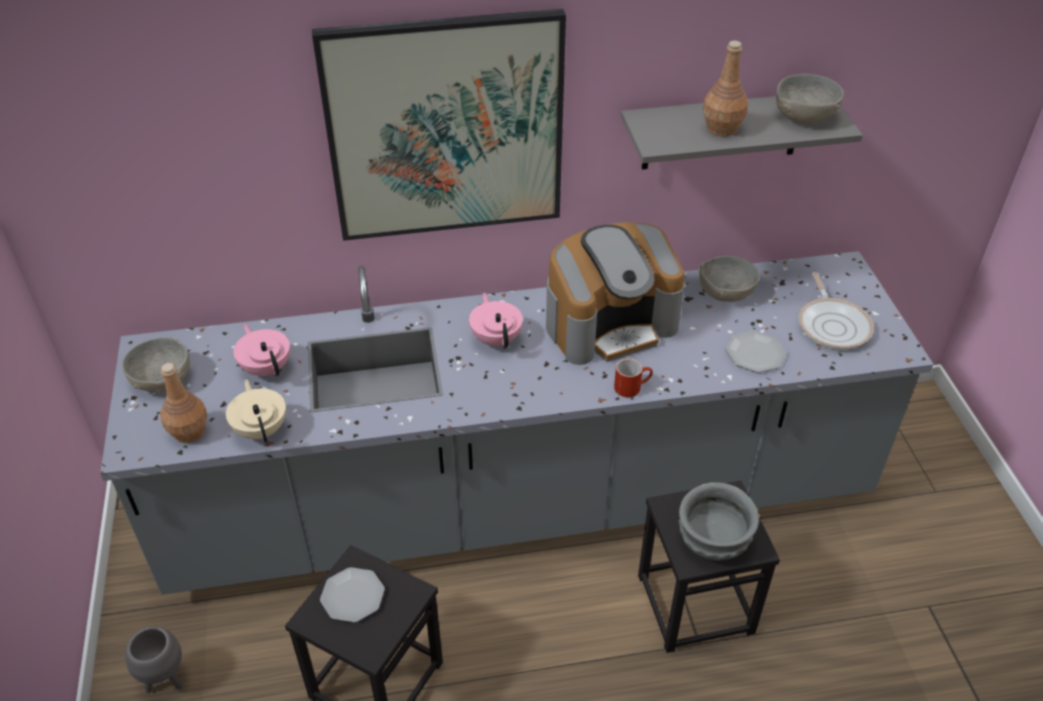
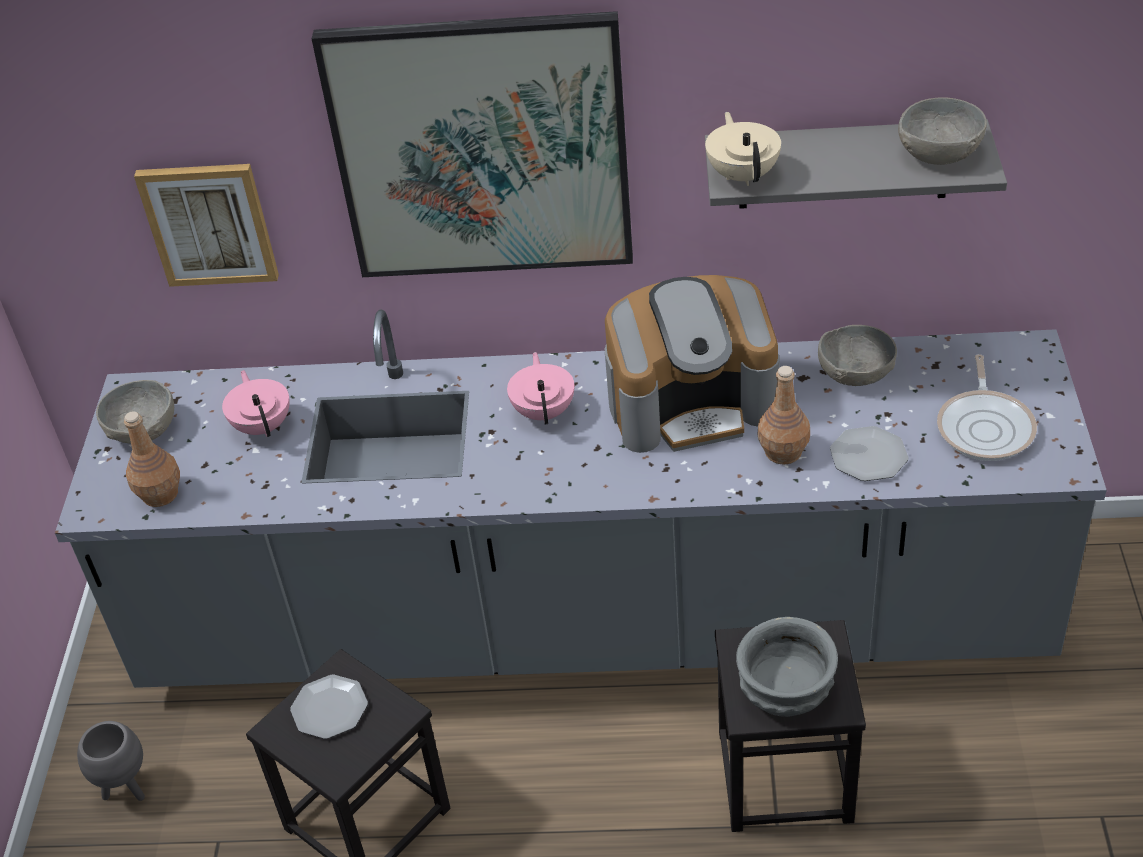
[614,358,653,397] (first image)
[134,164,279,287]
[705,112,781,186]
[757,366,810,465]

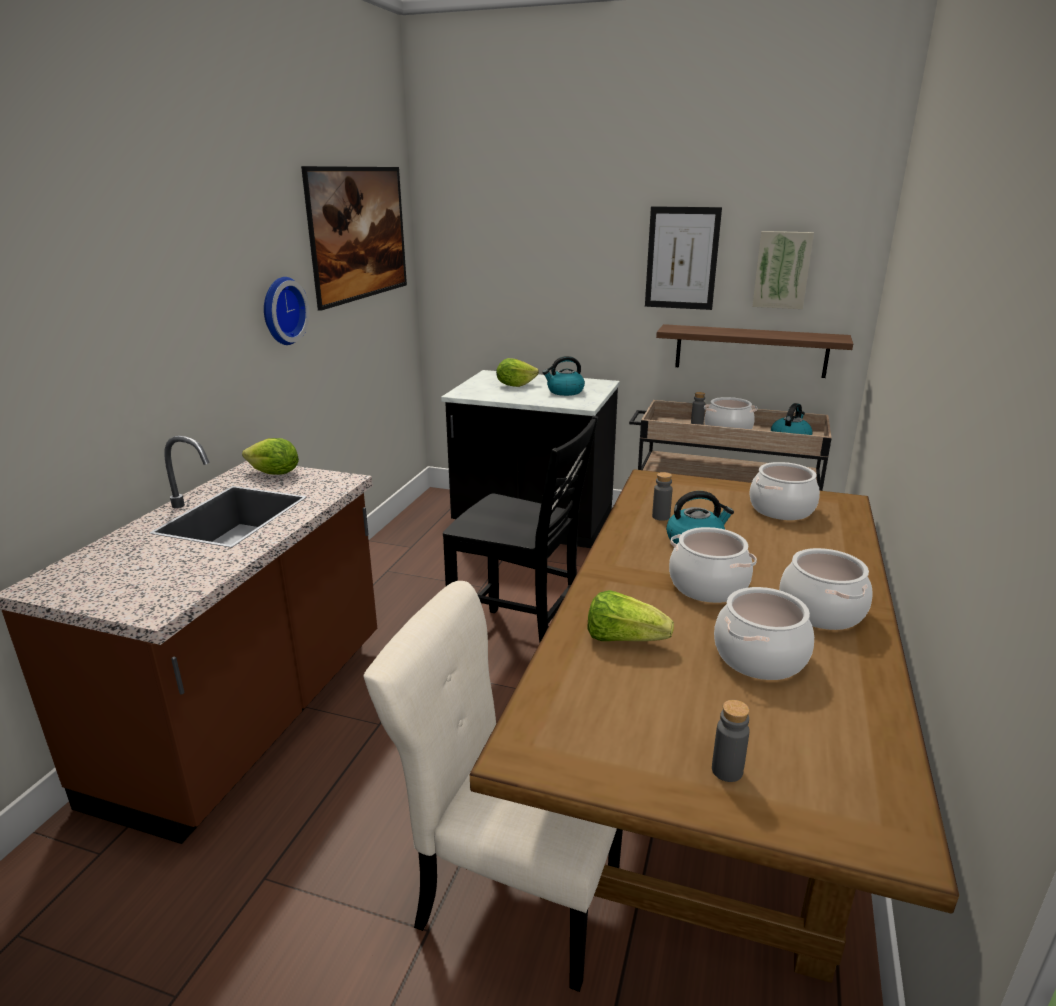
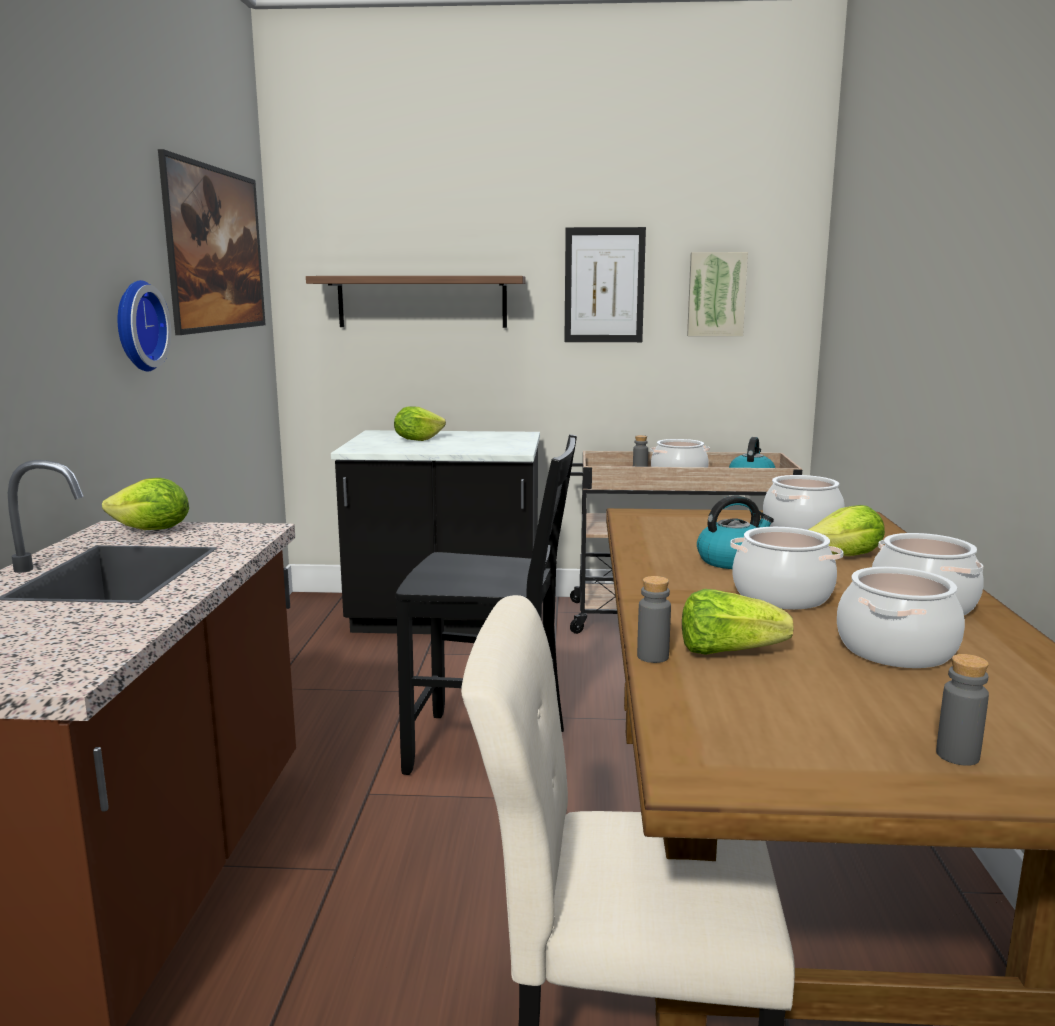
[542,356,585,396] (first image)
[808,505,885,556]
[637,576,671,663]
[306,276,525,328]

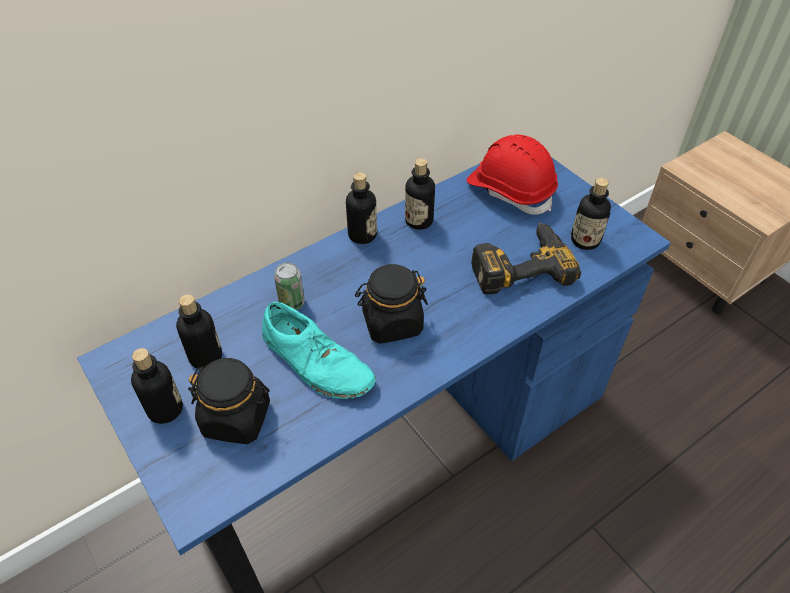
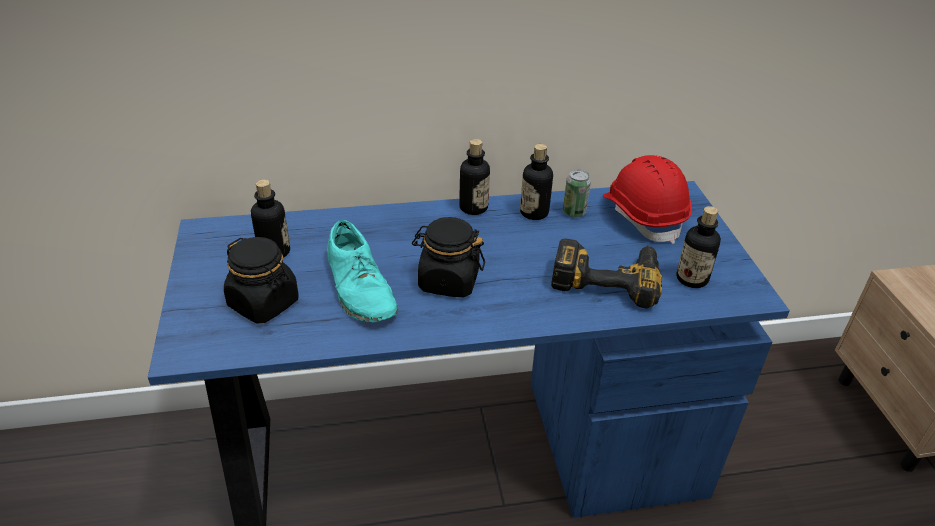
[131,348,183,424] (first image)
[563,170,591,218]

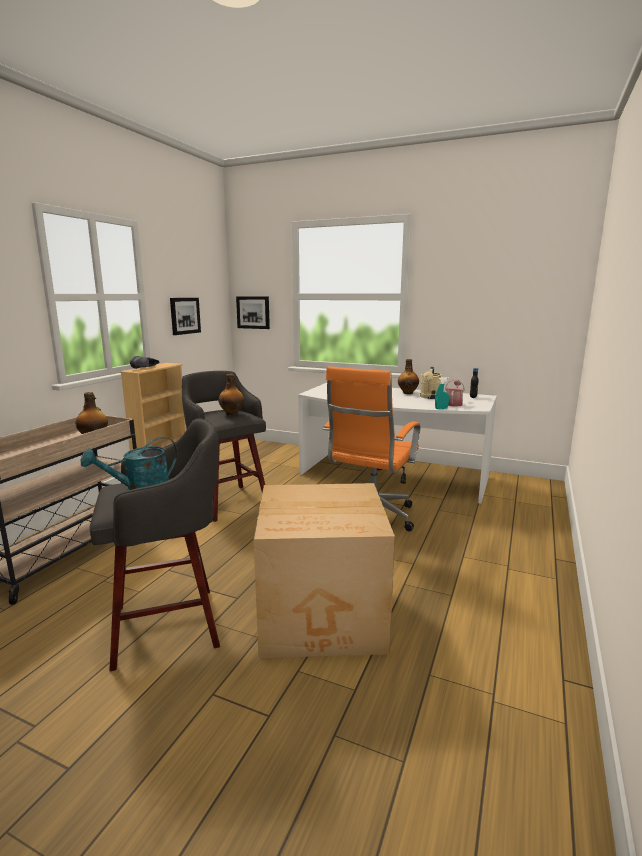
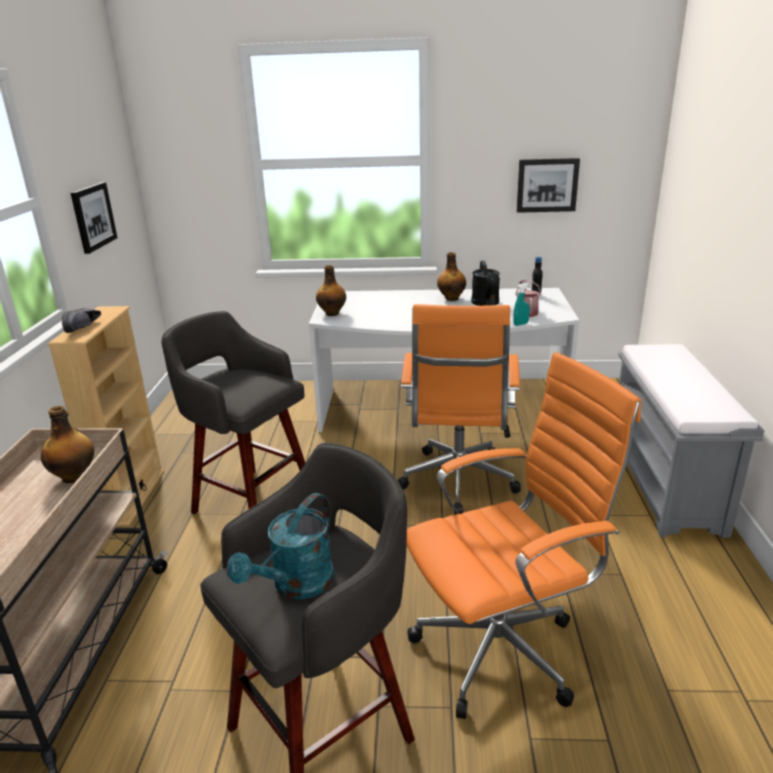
[618,344,764,538]
[316,265,346,316]
[517,158,580,213]
[406,352,641,719]
[471,261,500,306]

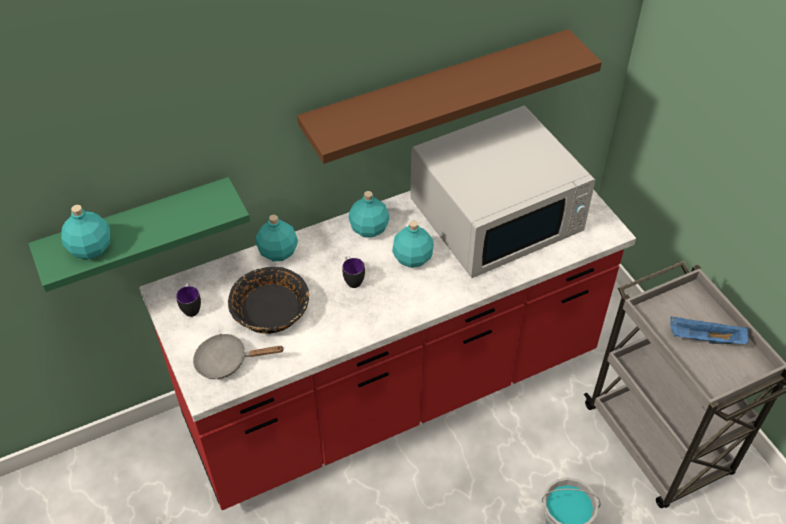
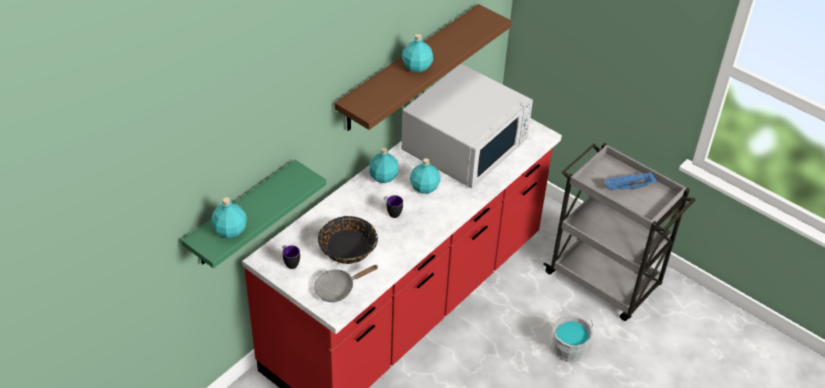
[402,34,433,73]

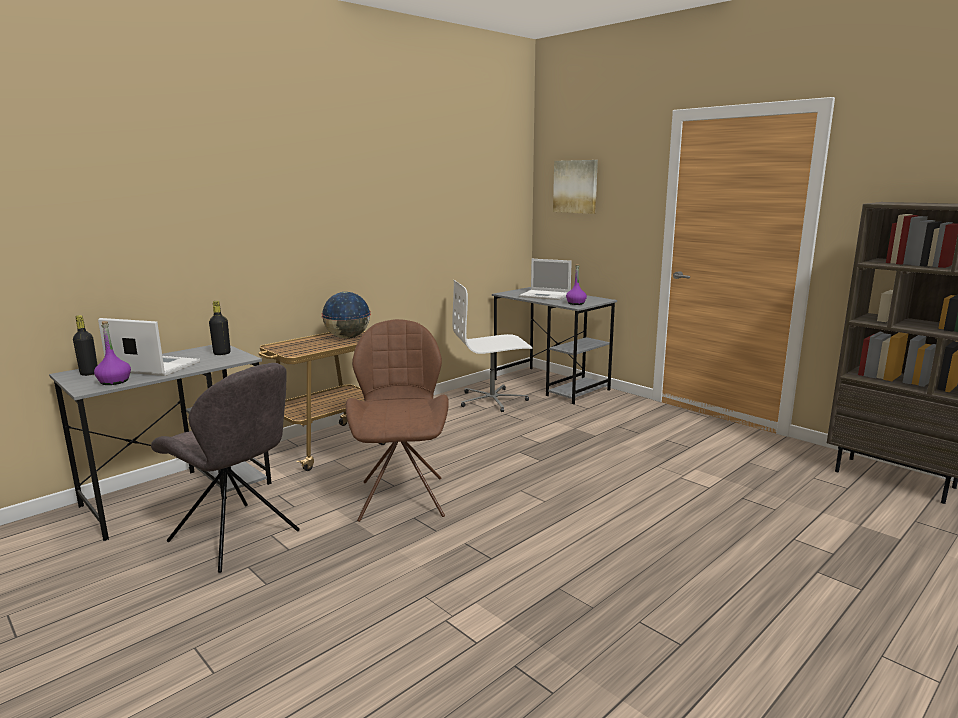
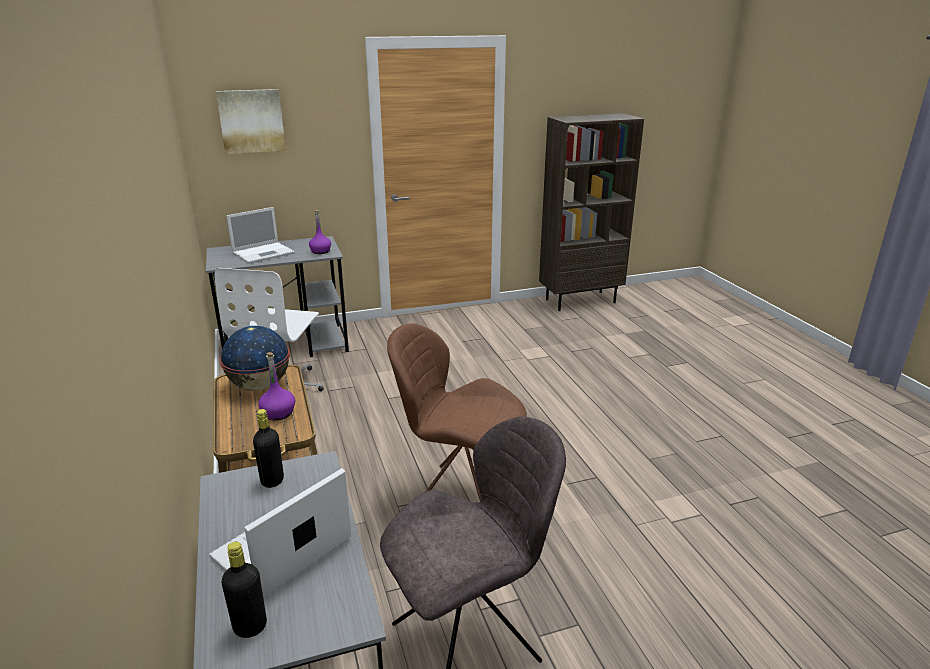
[258,352,295,420]

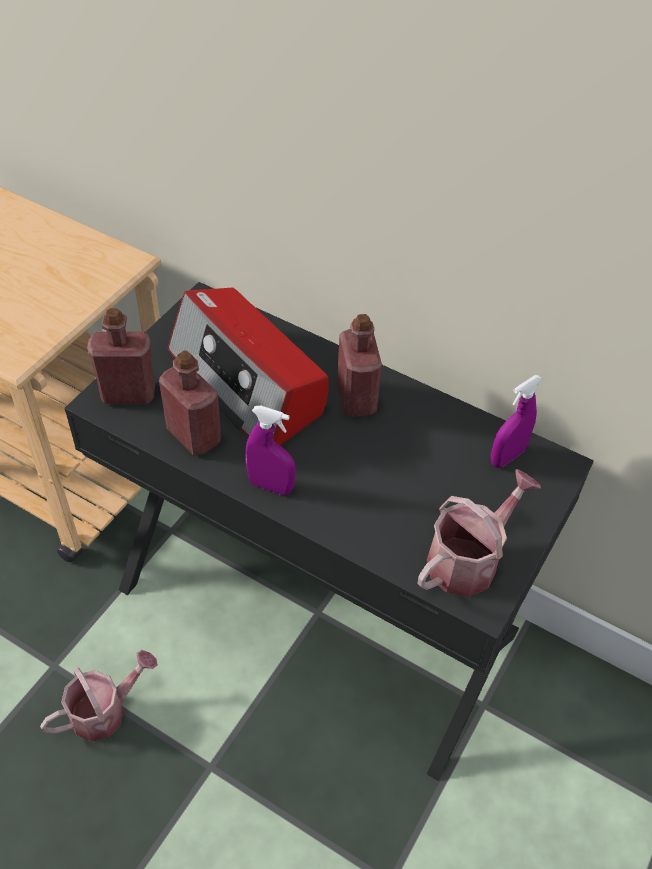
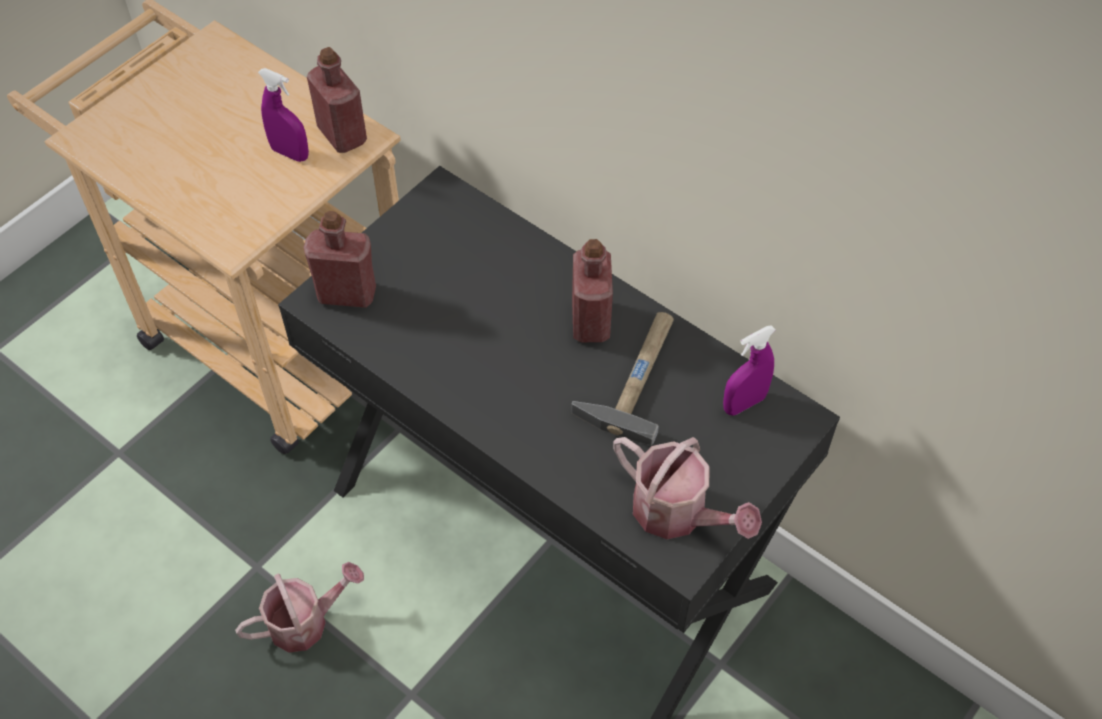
[168,287,328,445] (first image)
[571,312,674,445]
[307,47,367,153]
[258,68,309,162]
[613,437,762,539]

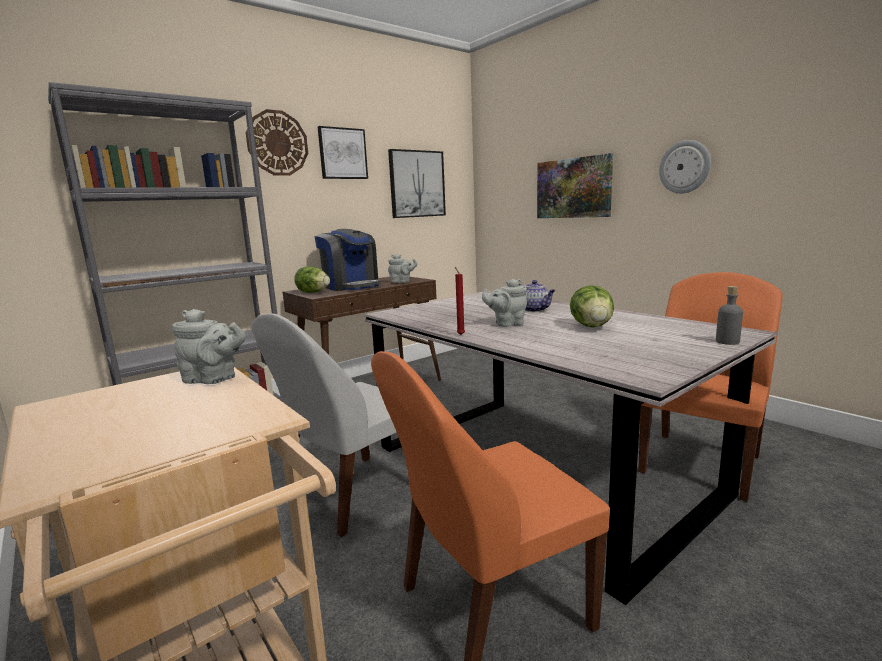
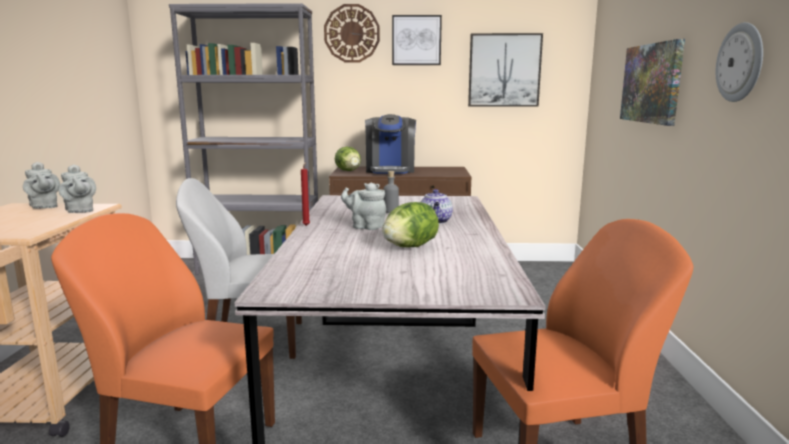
[23,162,60,209]
[383,171,399,213]

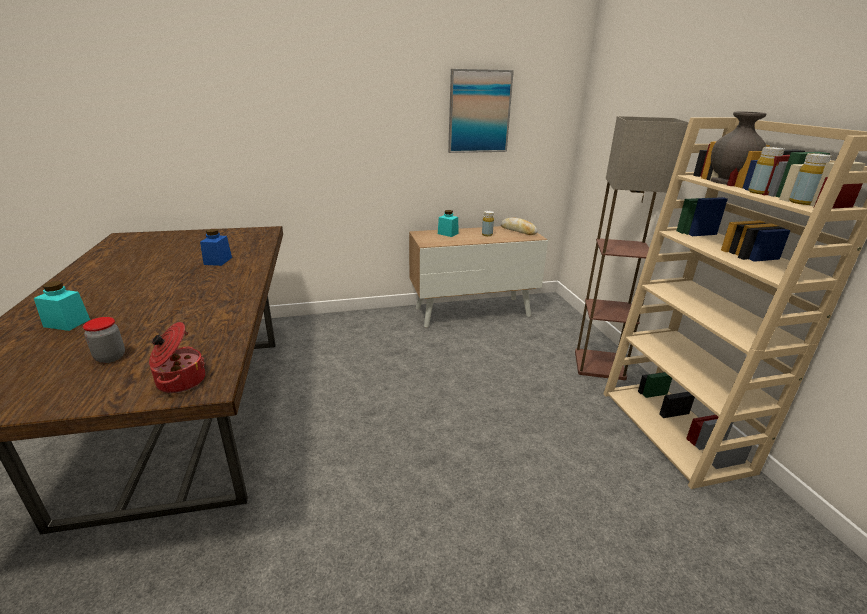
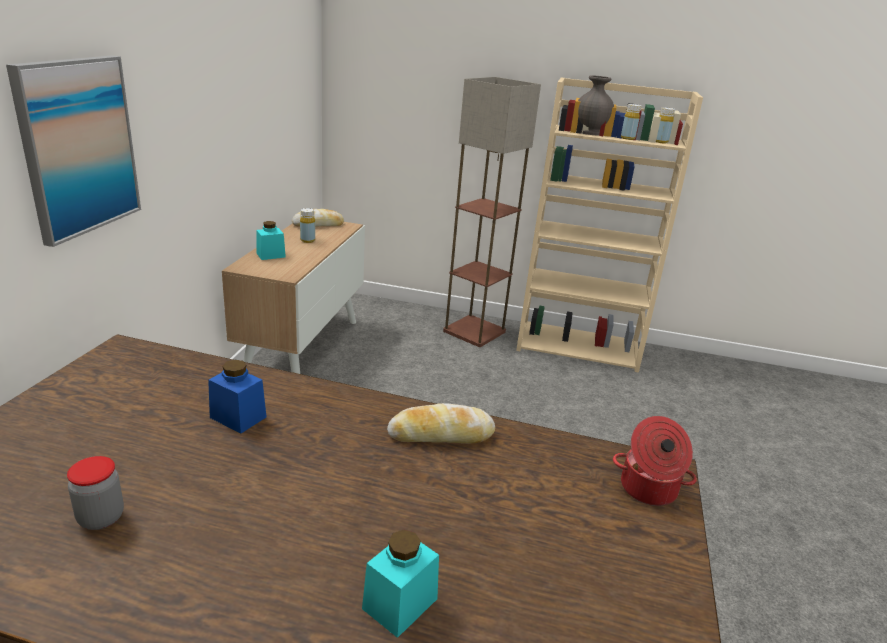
[387,403,495,444]
[67,456,124,530]
[6,55,141,247]

